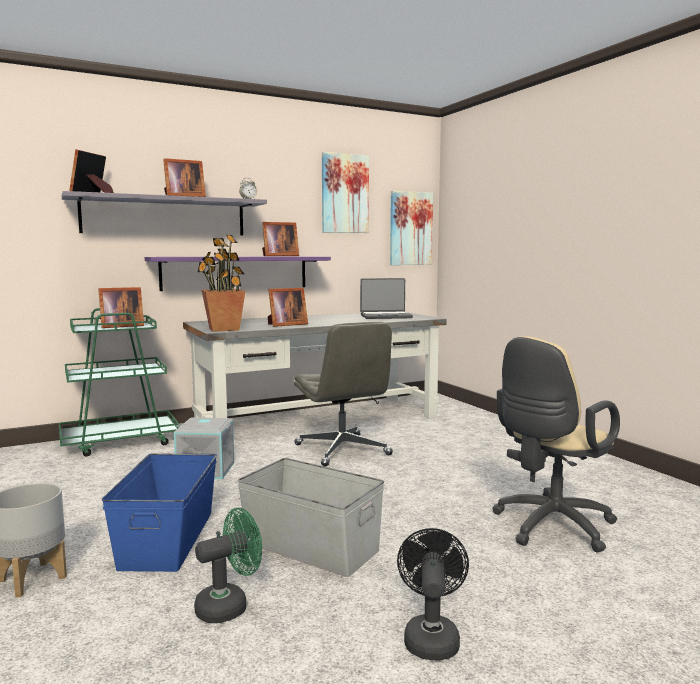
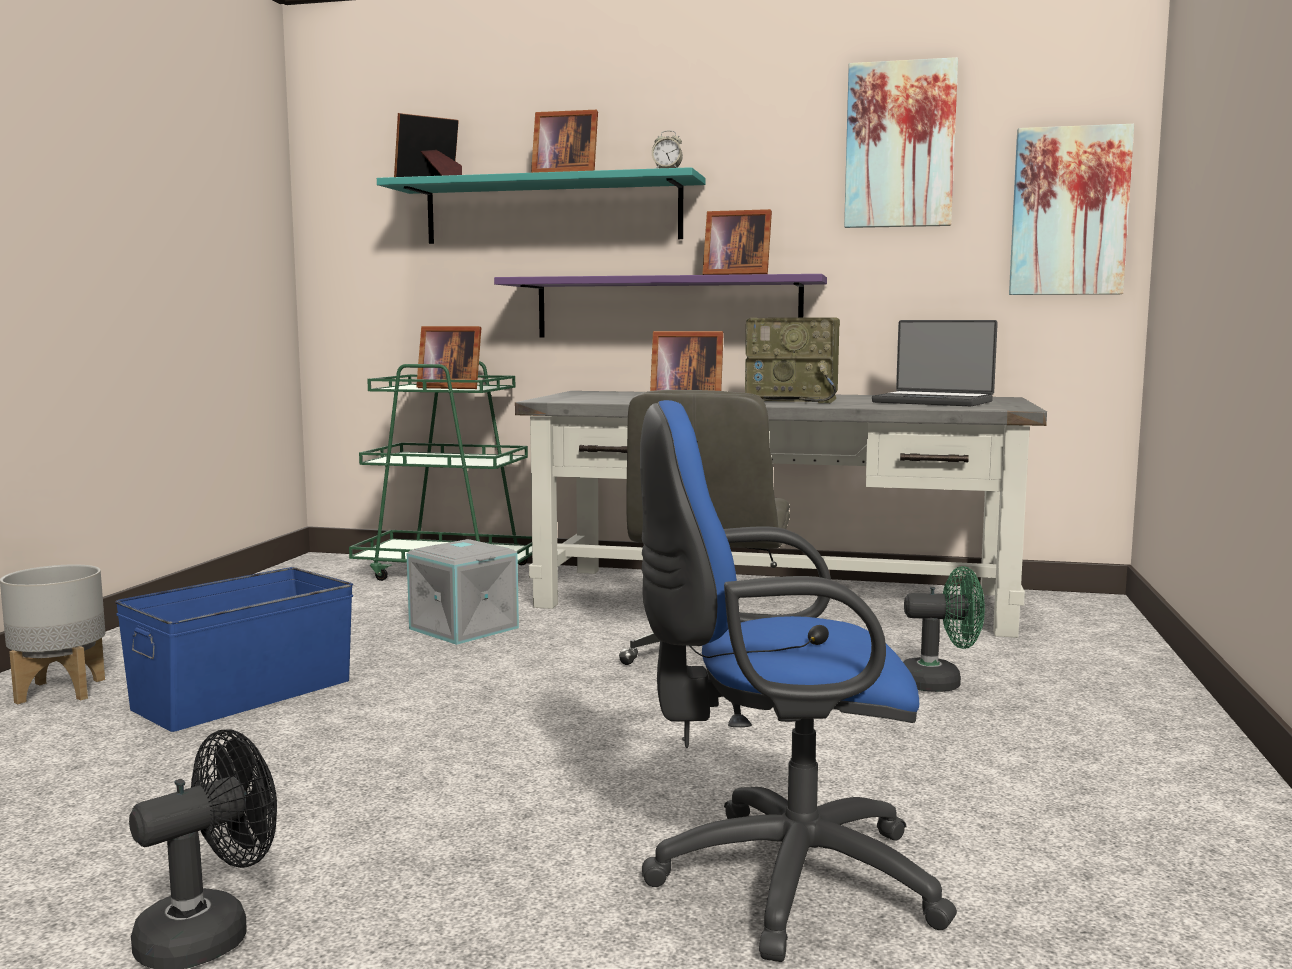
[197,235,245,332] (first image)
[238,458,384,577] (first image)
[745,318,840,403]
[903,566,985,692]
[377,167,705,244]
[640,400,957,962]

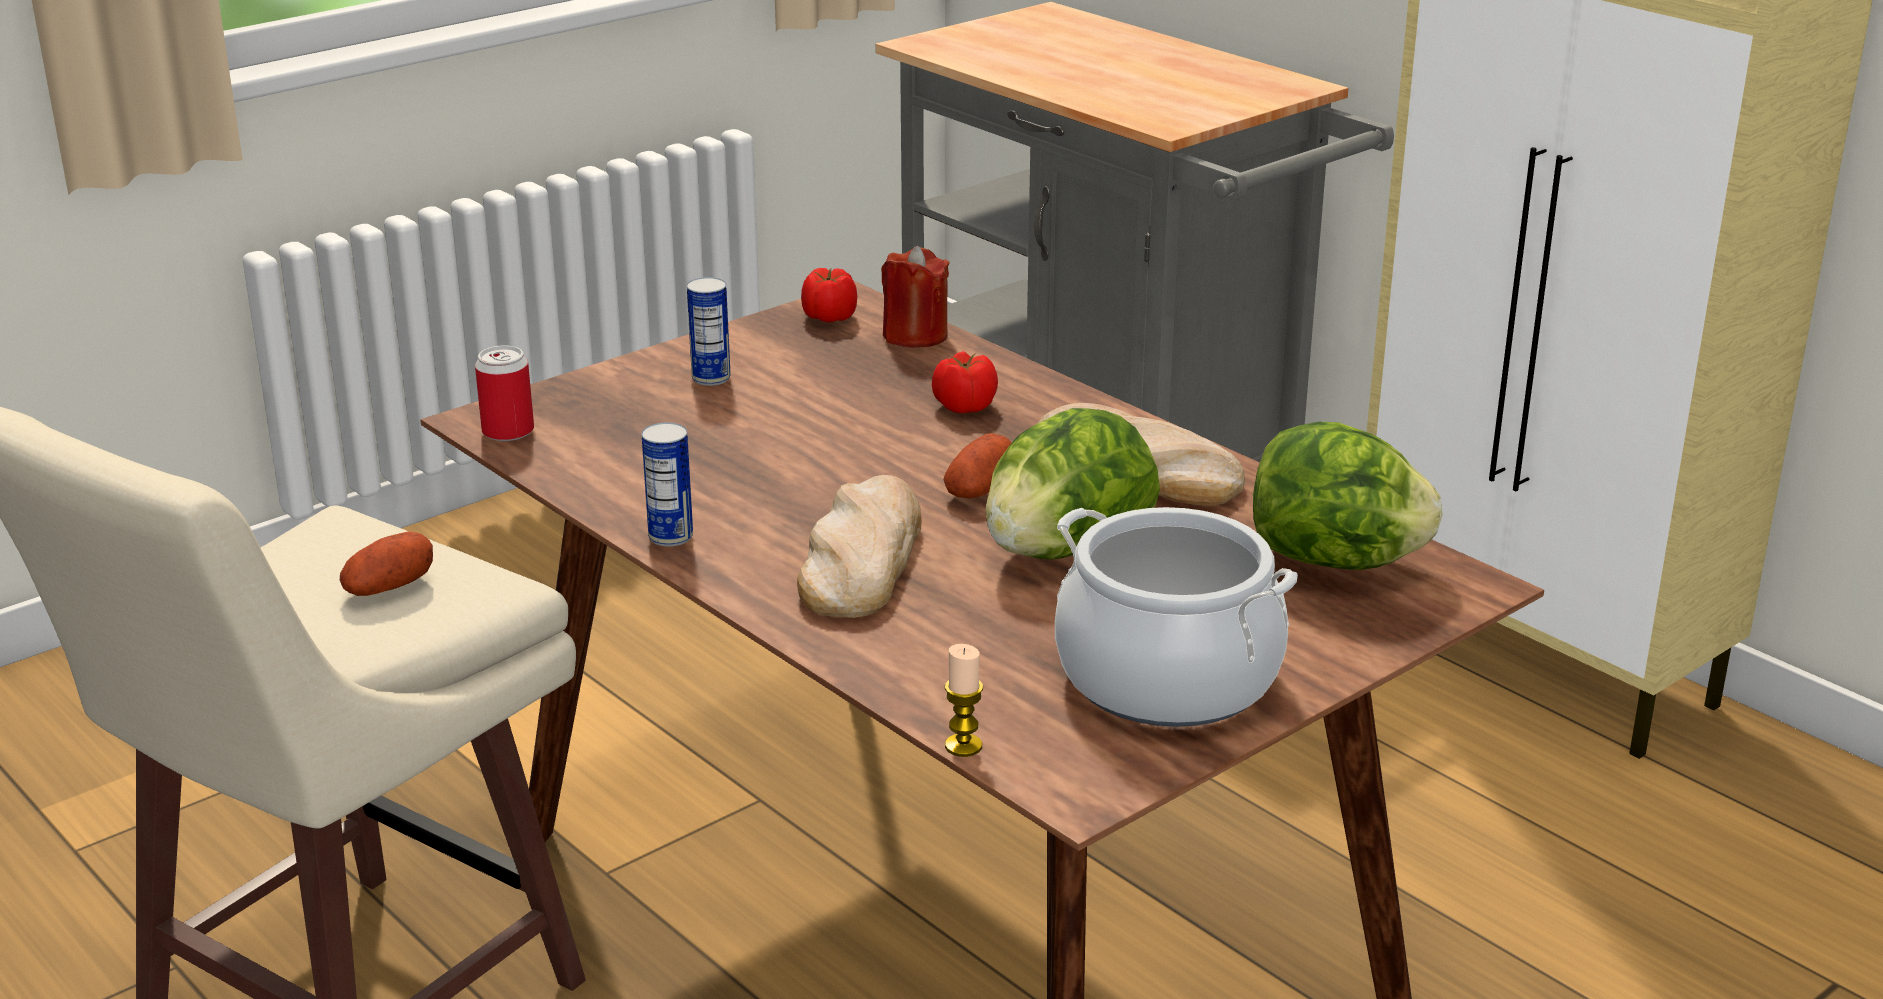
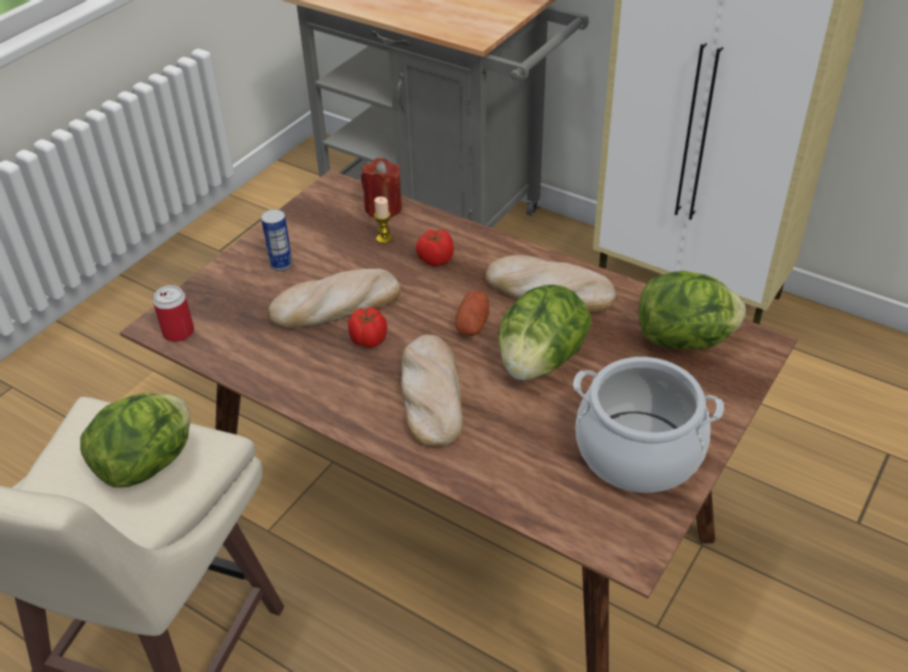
[641,423,693,547] (first image)
[268,269,401,328]
[348,307,387,348]
[374,197,392,244]
[80,393,191,487]

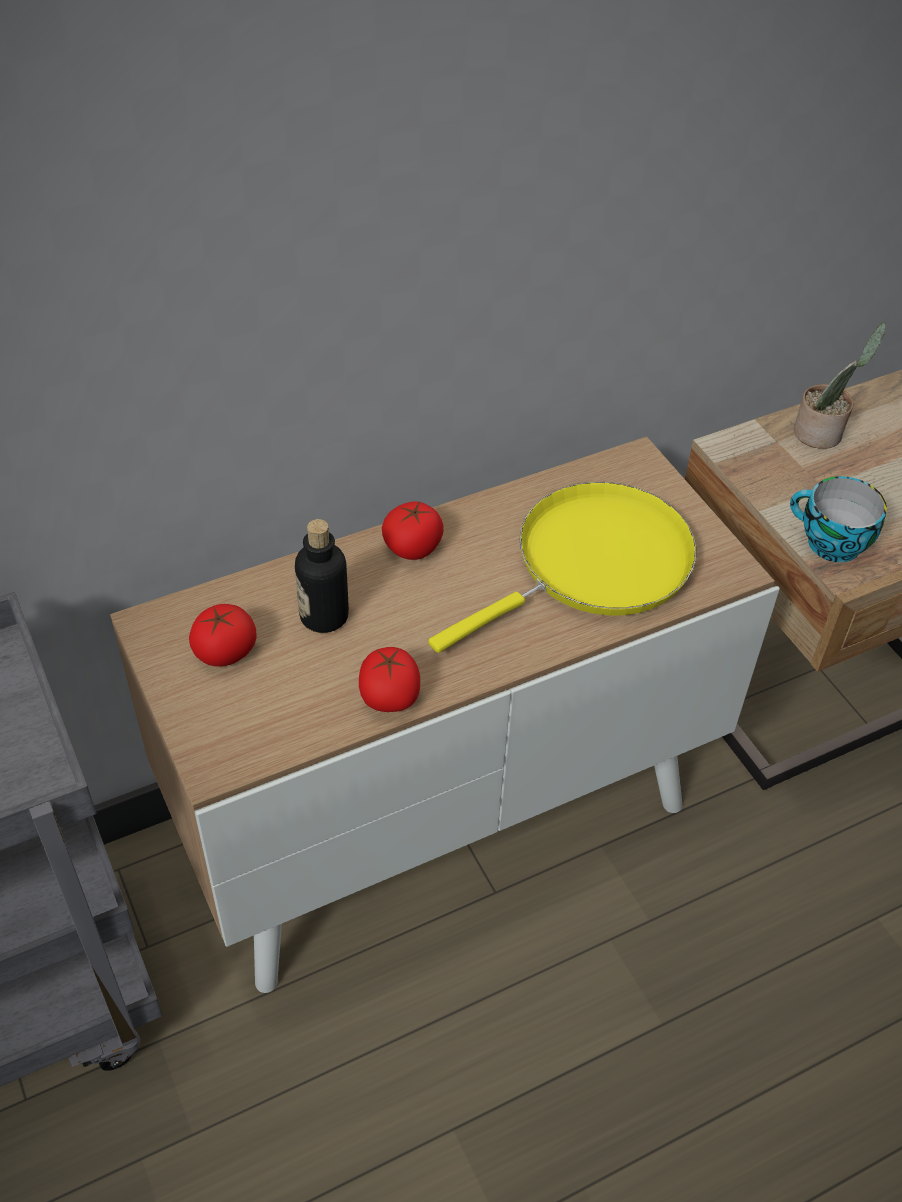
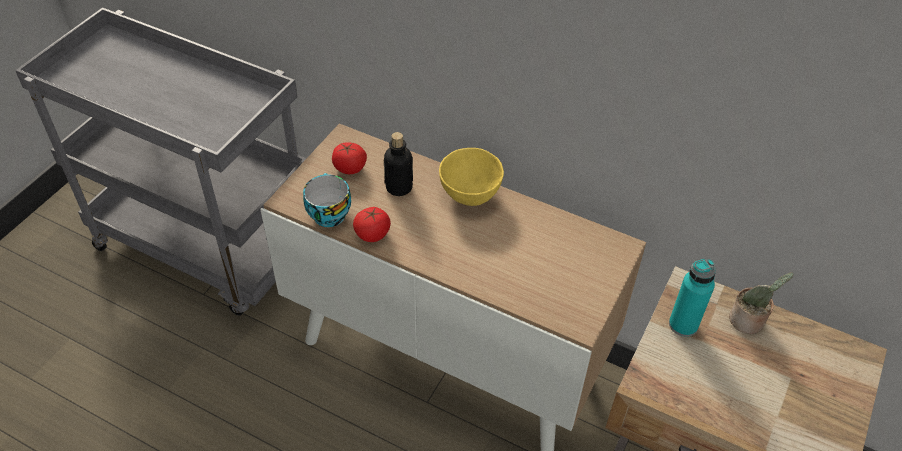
[429,482,697,653] (first image)
[669,259,716,337]
[303,173,351,227]
[439,148,504,206]

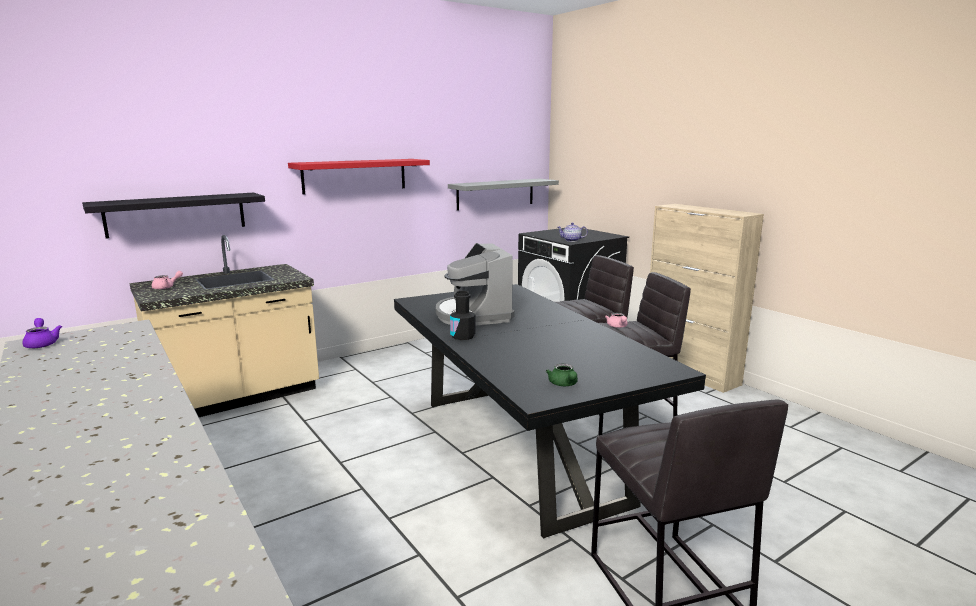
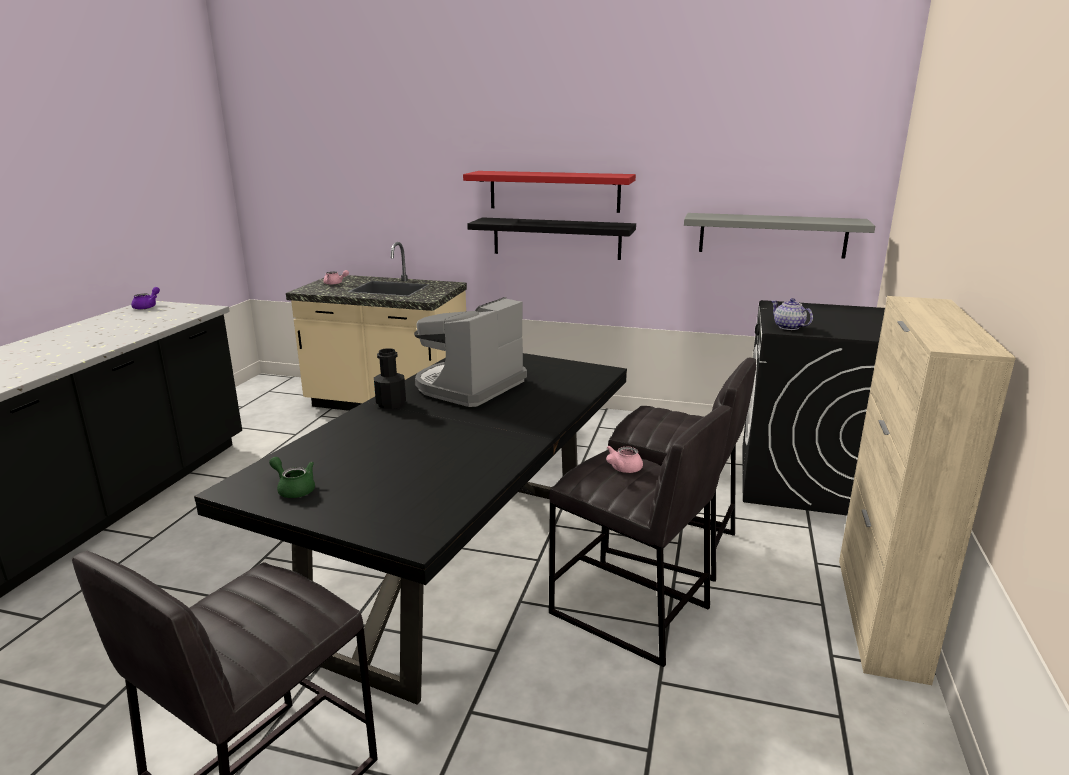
[467,217,636,260]
[269,457,315,498]

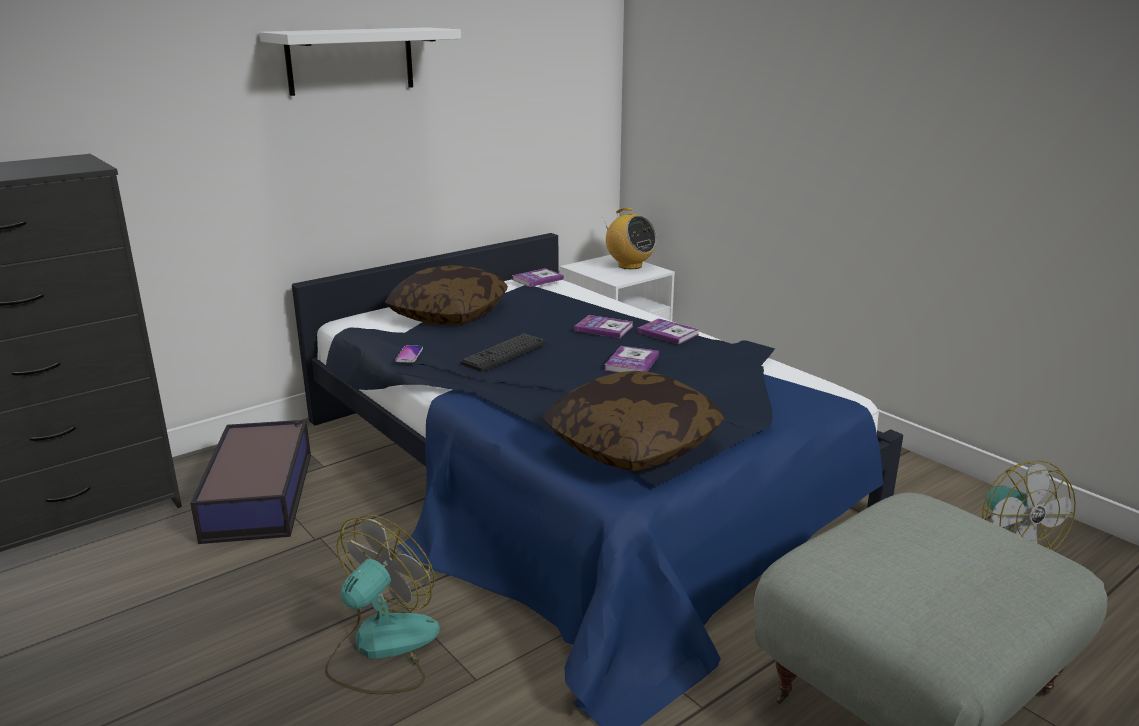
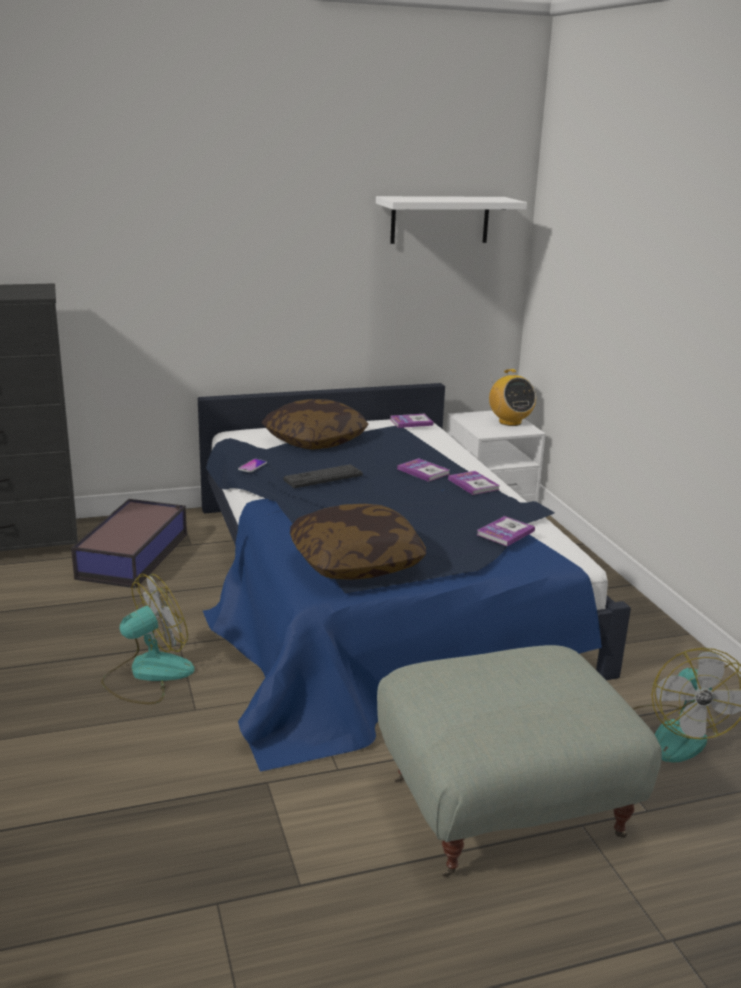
[376,196,527,244]
[477,516,535,546]

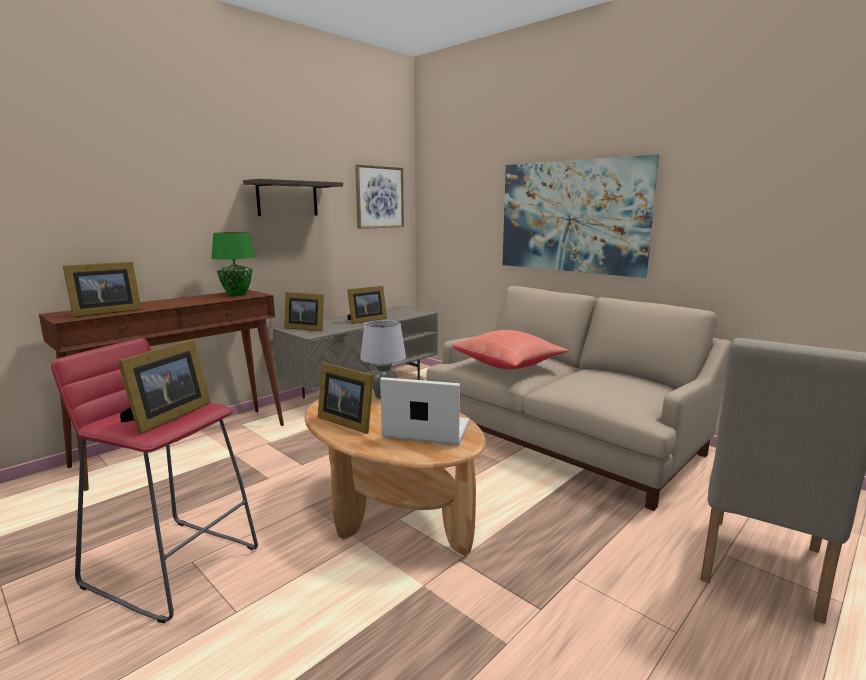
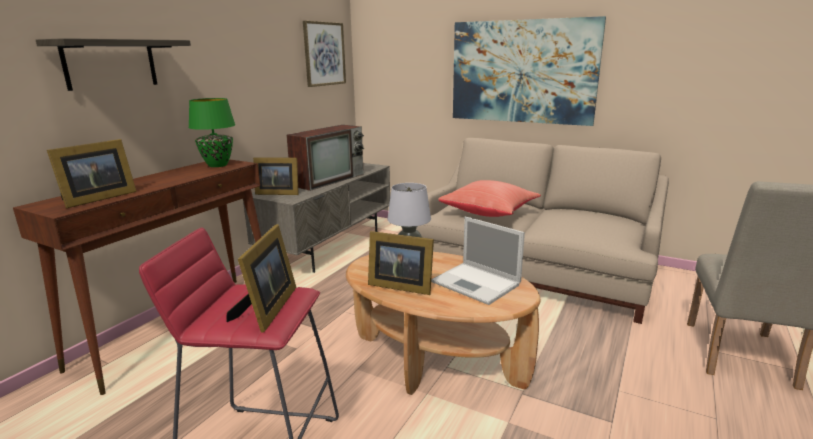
[36,38,191,91]
[286,125,364,191]
[431,216,525,305]

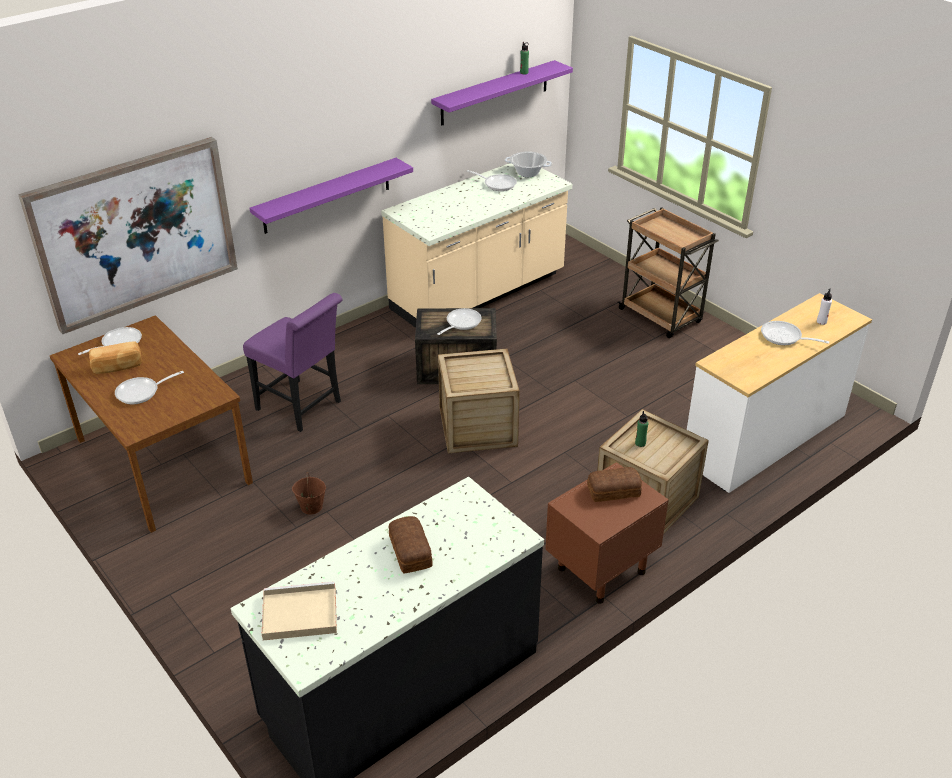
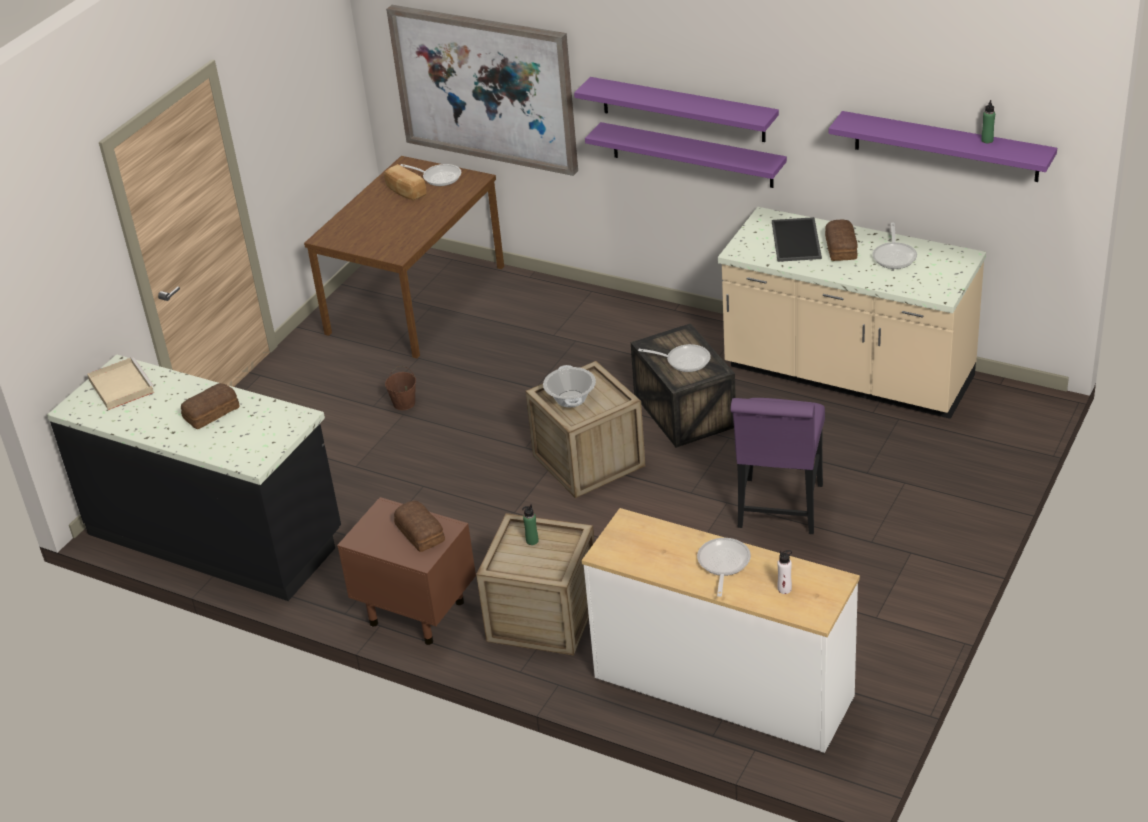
[115,371,184,404] (first image)
[618,207,719,338] (first image)
[574,77,779,142]
[772,217,822,262]
[825,219,858,261]
[730,398,825,534]
[543,365,596,407]

